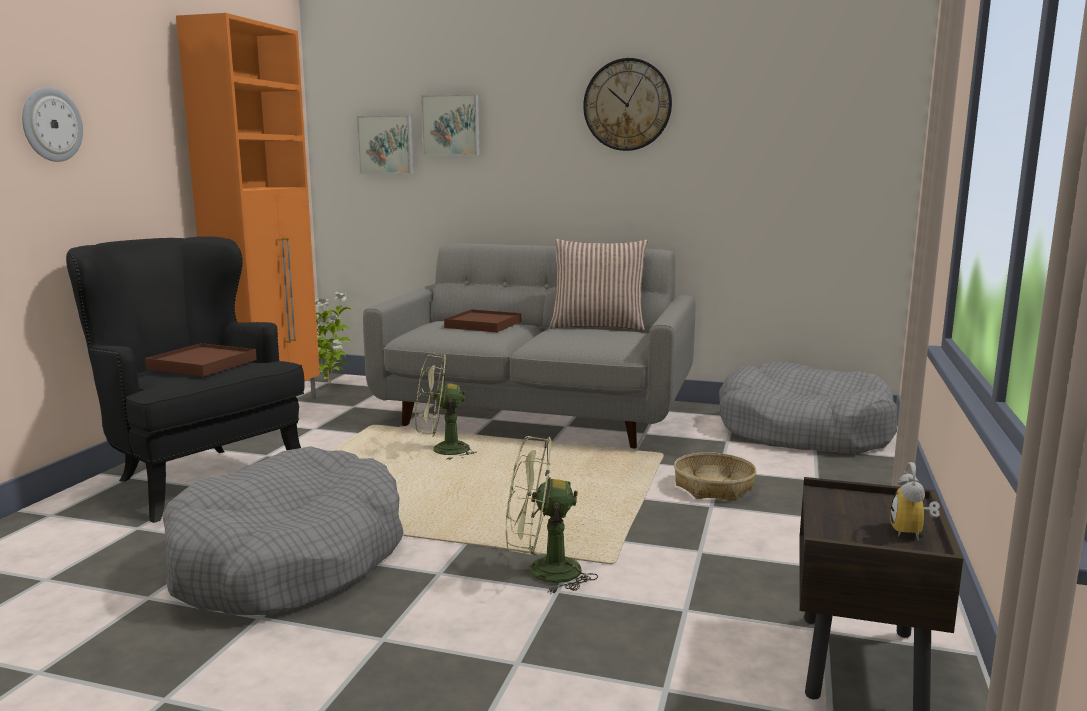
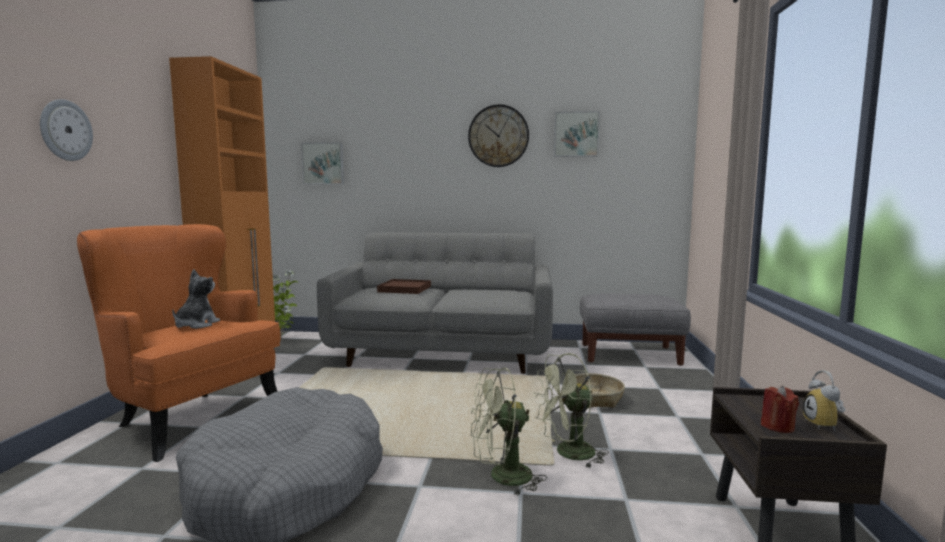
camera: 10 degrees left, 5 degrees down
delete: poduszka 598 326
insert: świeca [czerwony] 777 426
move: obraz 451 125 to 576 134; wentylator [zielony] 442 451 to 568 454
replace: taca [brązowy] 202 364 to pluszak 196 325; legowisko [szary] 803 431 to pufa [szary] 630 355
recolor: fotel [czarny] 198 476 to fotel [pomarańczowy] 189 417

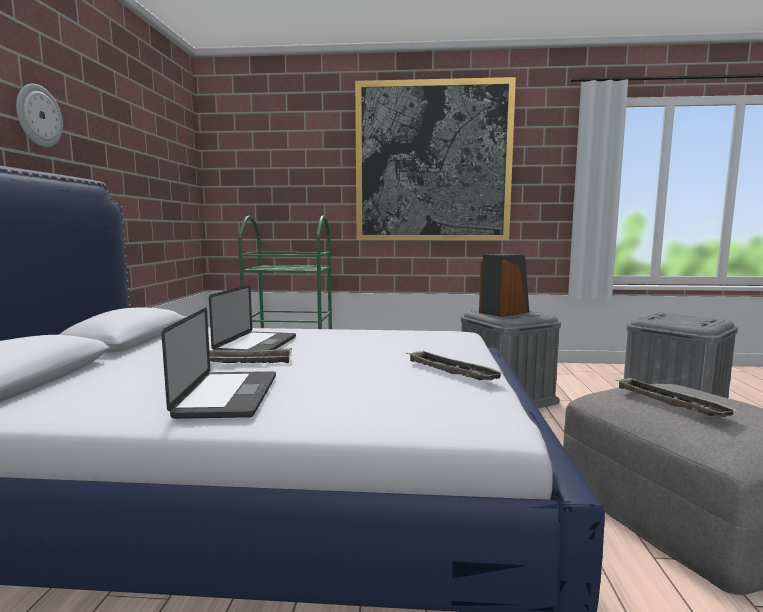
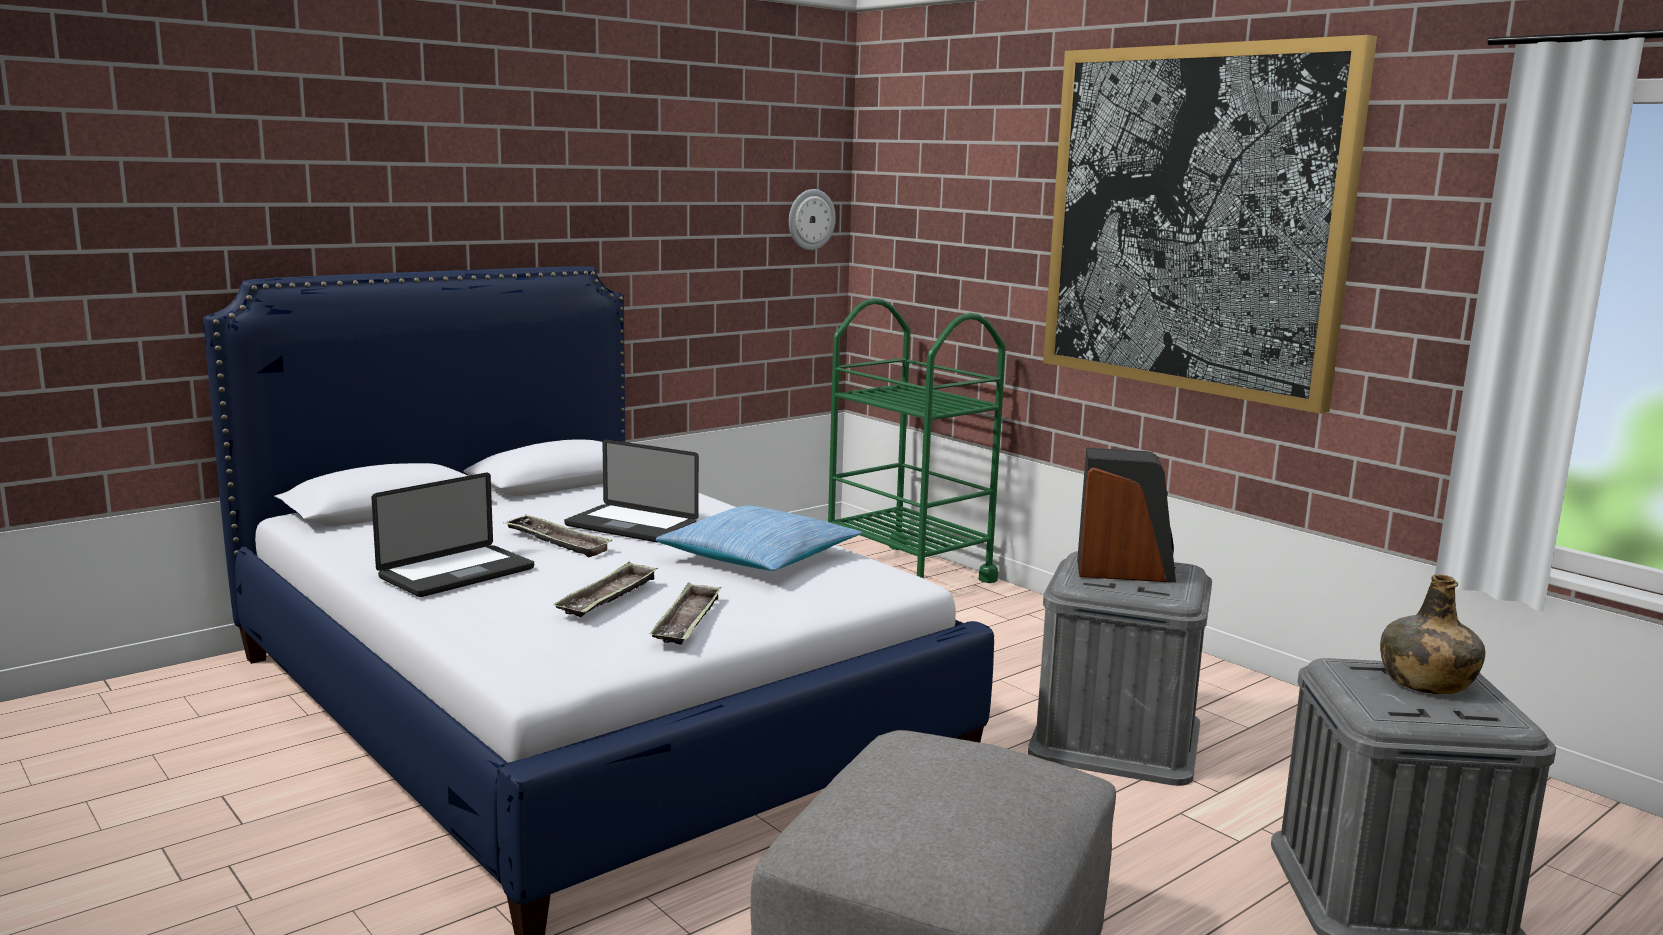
camera: 45 degrees right, 5 degrees up
insert: poduszka 759 557; butelka [zielony] 1425 682
move: zegar ścienny 38 116 to 810 219; taca 669 402 to 608 597
rotate: laptop 257 345 = 631 526 60 degrees clockwise

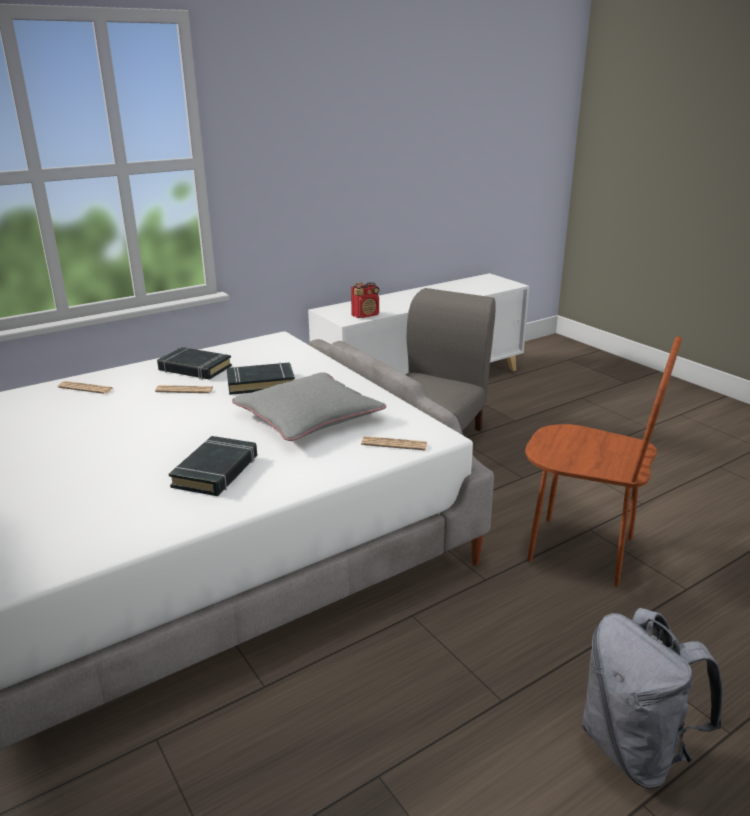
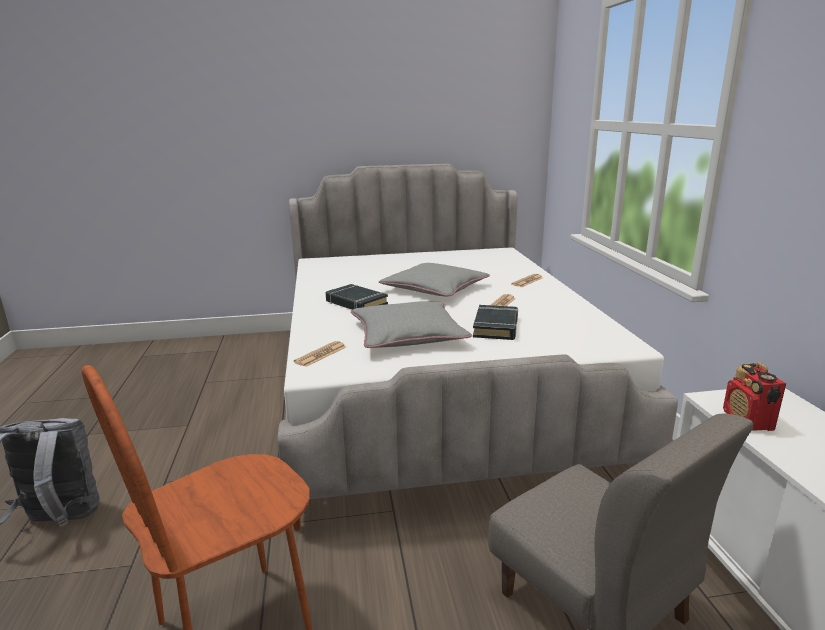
camera: 115 degrees right, 5 degrees down
delete: książka [czarny] 194 368
insert: poduszka [szary] 435 288

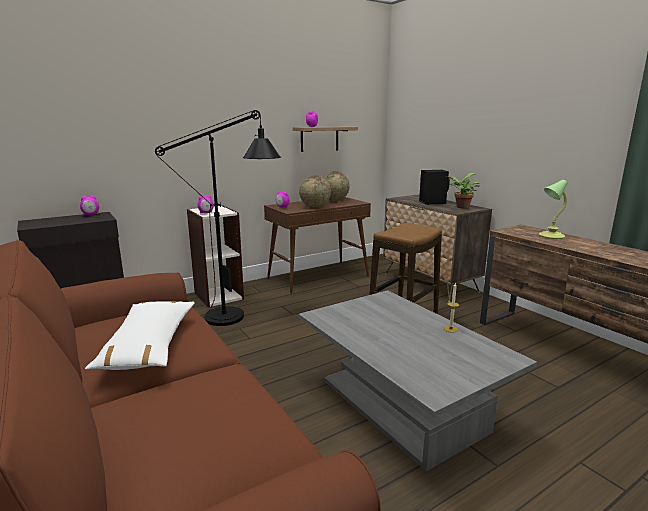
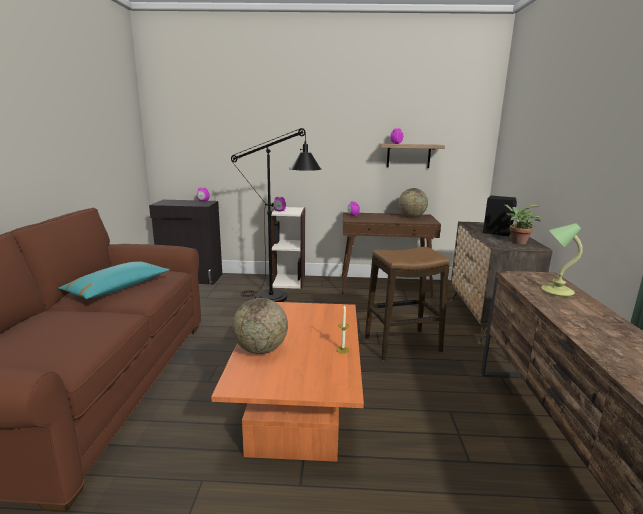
camera: 35 degrees right, 0 degrees up
move: globus 315 207 to 261 350
recolor: ława [szary] 400 404 to ława [pomarańczowy] 298 405; poduszka [biały] 149 345 to poduszka [turkusowy] 118 288

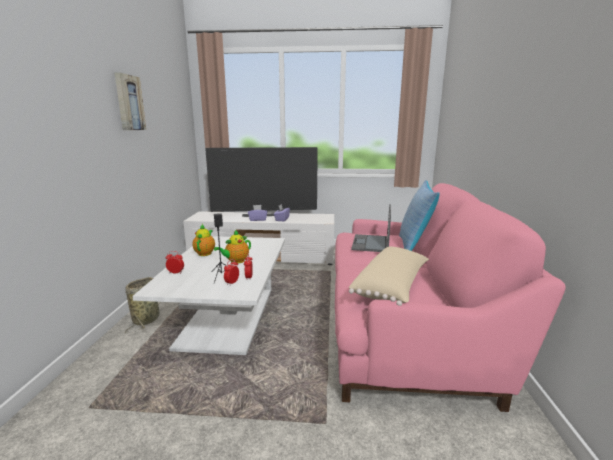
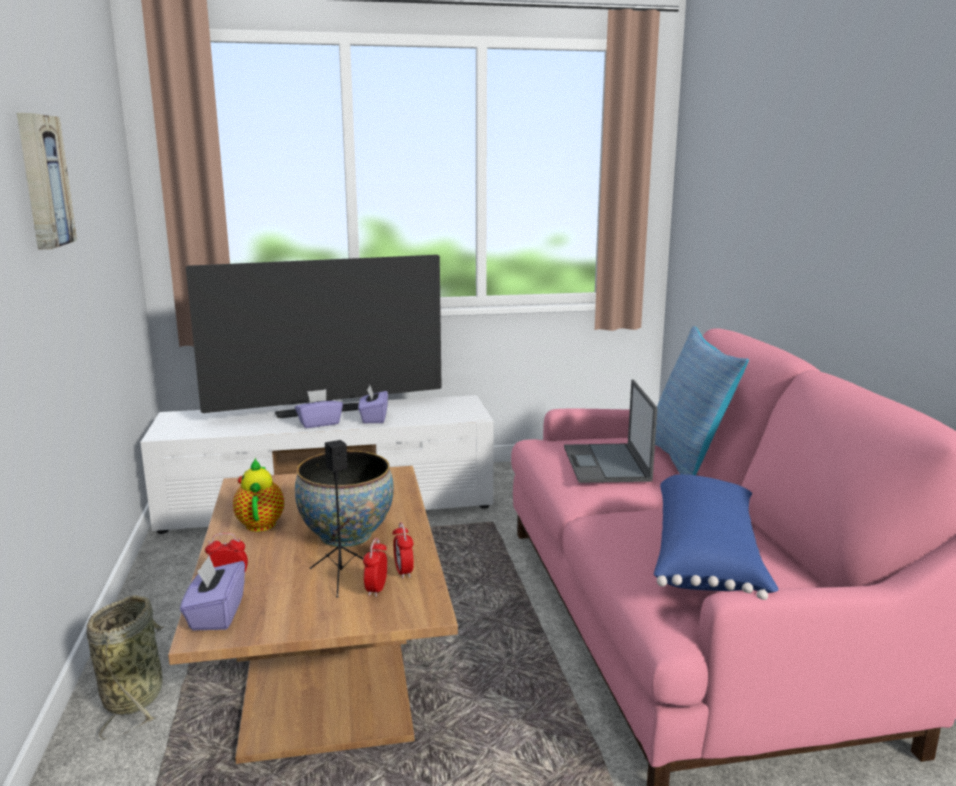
camera: 15 degrees left, 0 degrees up
insert: pudełko chusteczek [fioletowy] 216 614
replace: imbryk 235 261 to miska 346 536
recolor: ława [biały] 228 317 to ława [brązowy] 326 660; poduszka [beżowy] 392 287 to poduszka [niebieski] 707 558

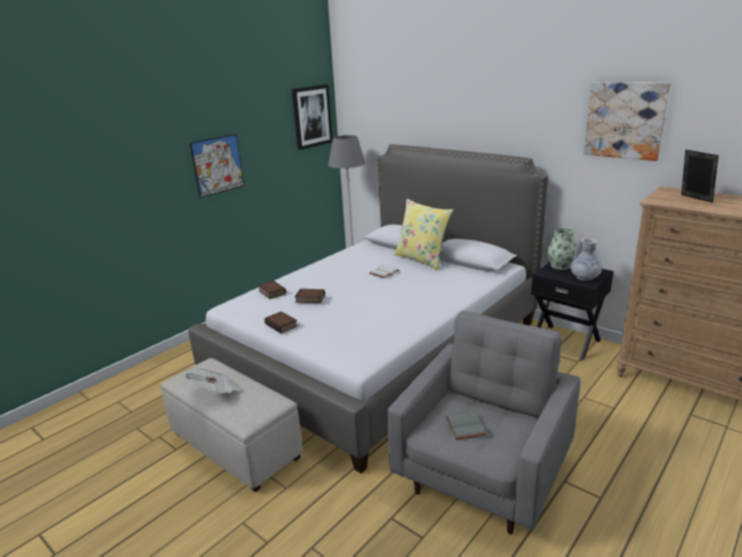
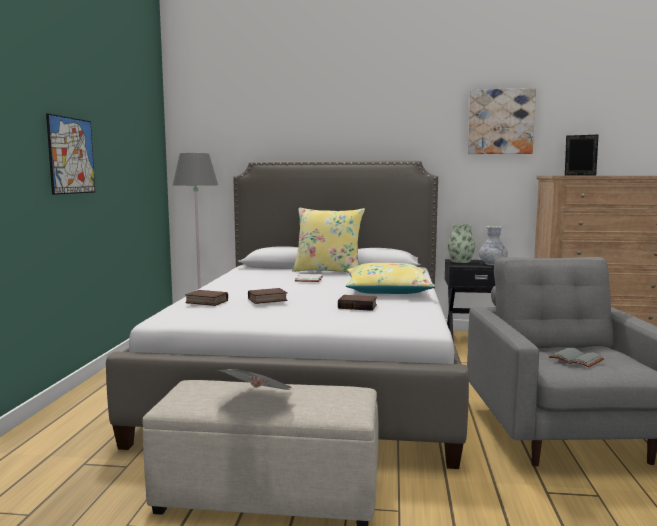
camera: 35 degrees left, 15 degrees down
delete: obraz 312 116
insert: poduszka [żółty] 387 290
move: książka 282 325 to 358 306

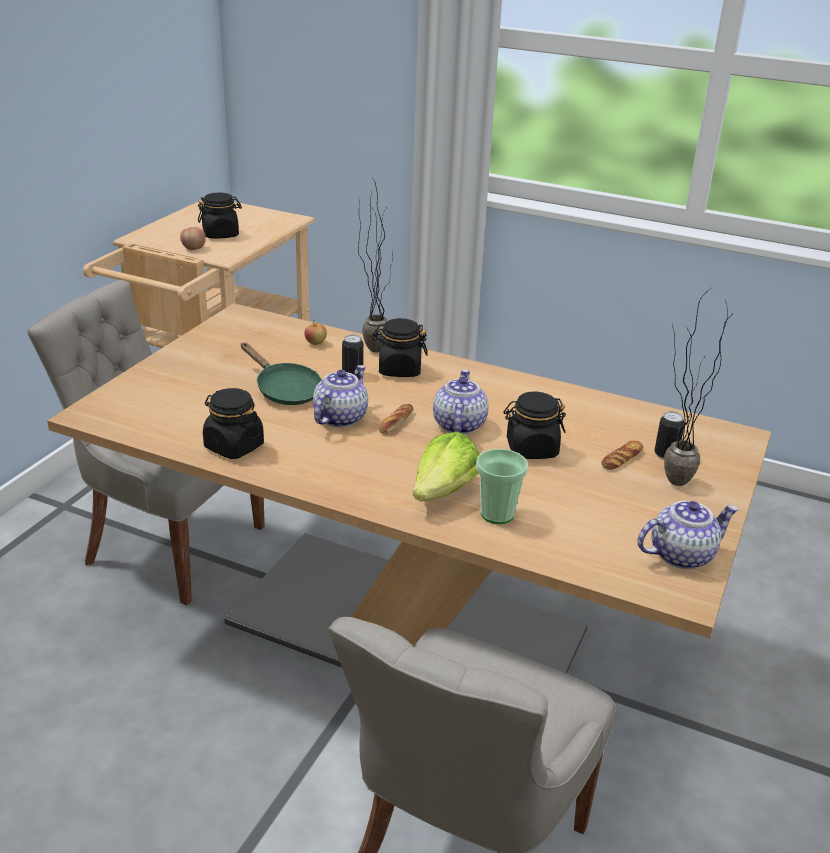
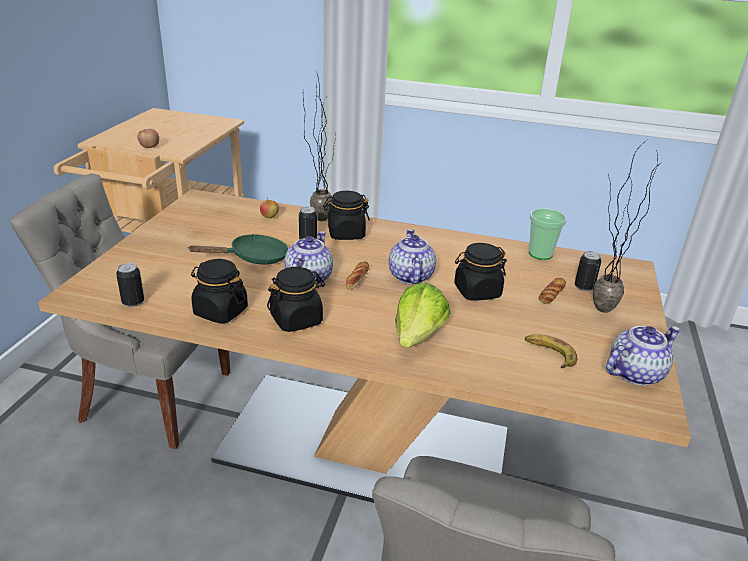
camera: 10 degrees left, 0 degrees up
insert: puszka 133 302; banan 549 354
move: słoik [czarny] 221 234 to 296 319; filiżanka 497 514 to 540 254
rotate: patelnia [zielony] 284 390 = 253 258 60 degrees counterclockwise

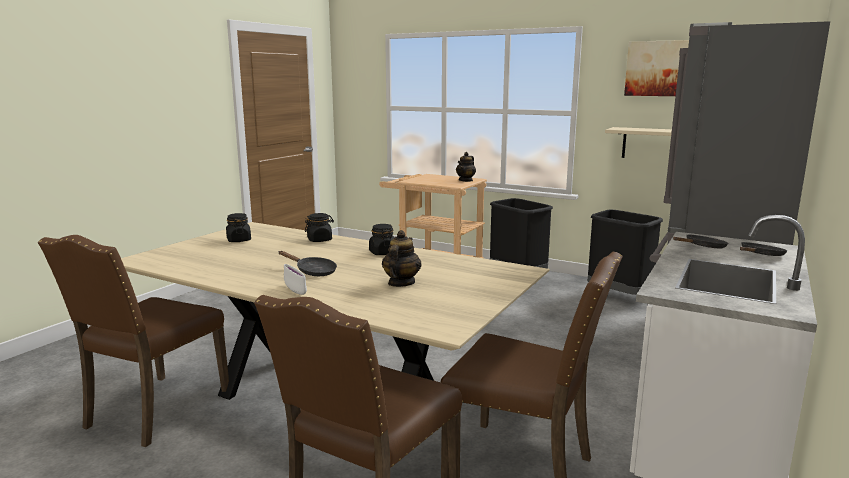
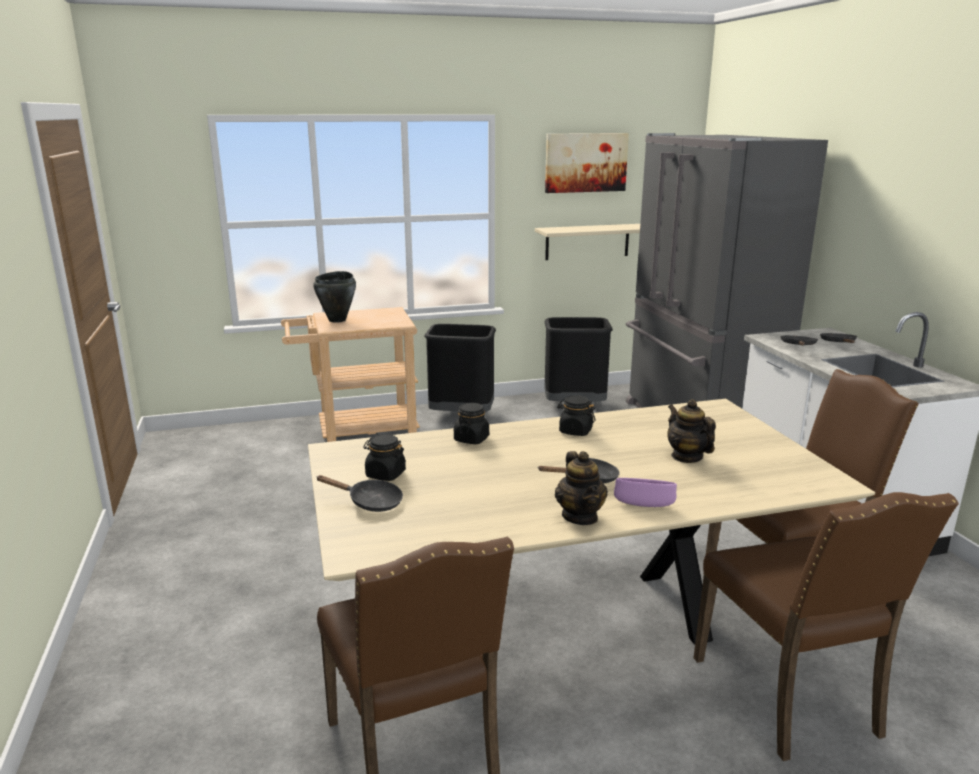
camera: 45 degrees left, 5 degrees up
insert: garnek [czarny] 337 320; patelnia [czarny] 370 502
move: imbryk 466 180 to 580 516
recolor: miska [biały] 295 291 to miska [fioletowy] 644 505

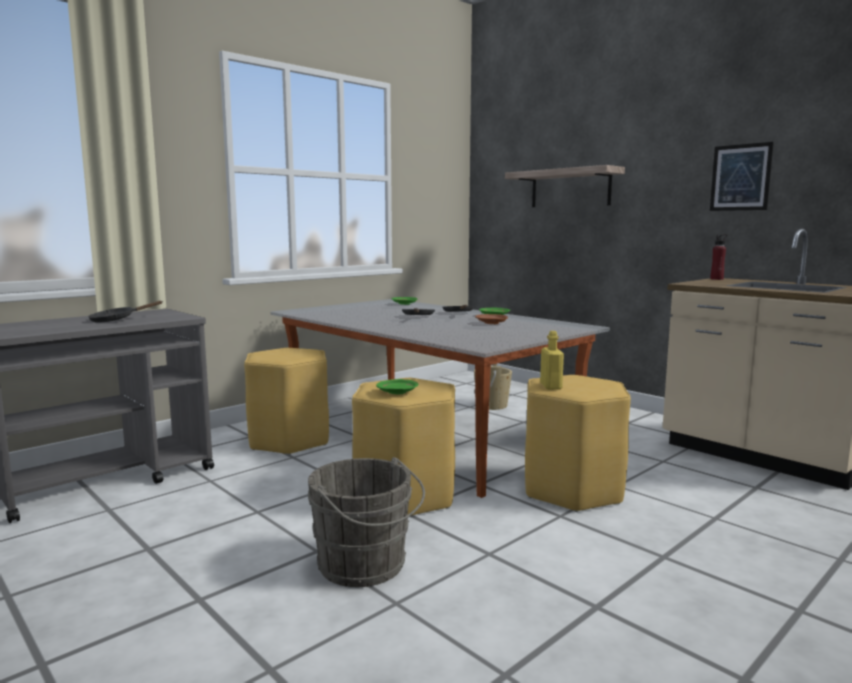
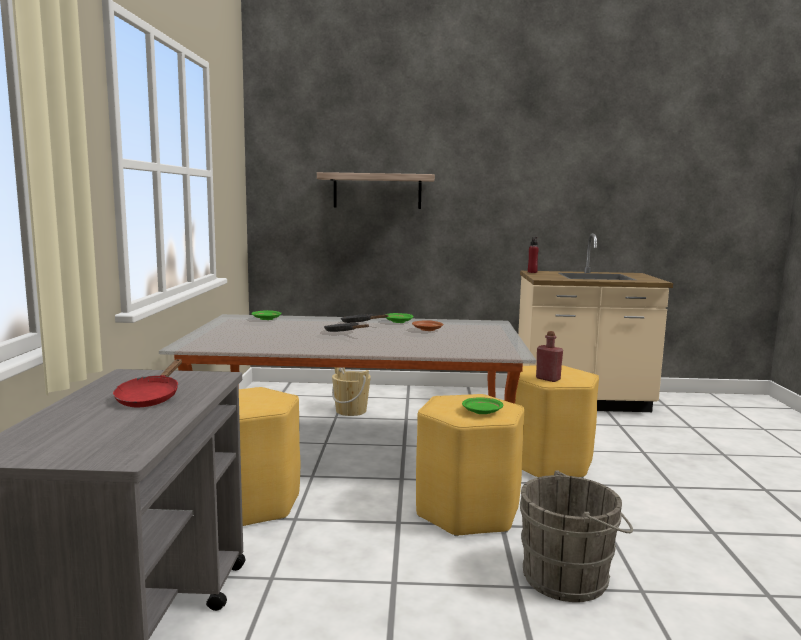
camera: 45 degrees left, 0 degrees up
delete: obraz 740 177
recolor: patelnia [czarny] 117 320 to patelnia [czerwony] 150 398; butelka [żółty] 551 386 to butelka [czerwony] 548 379

